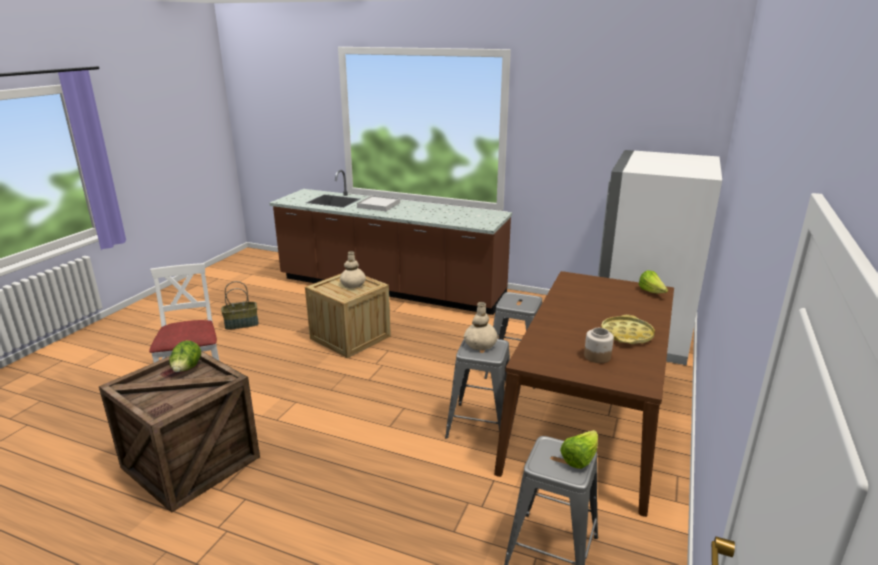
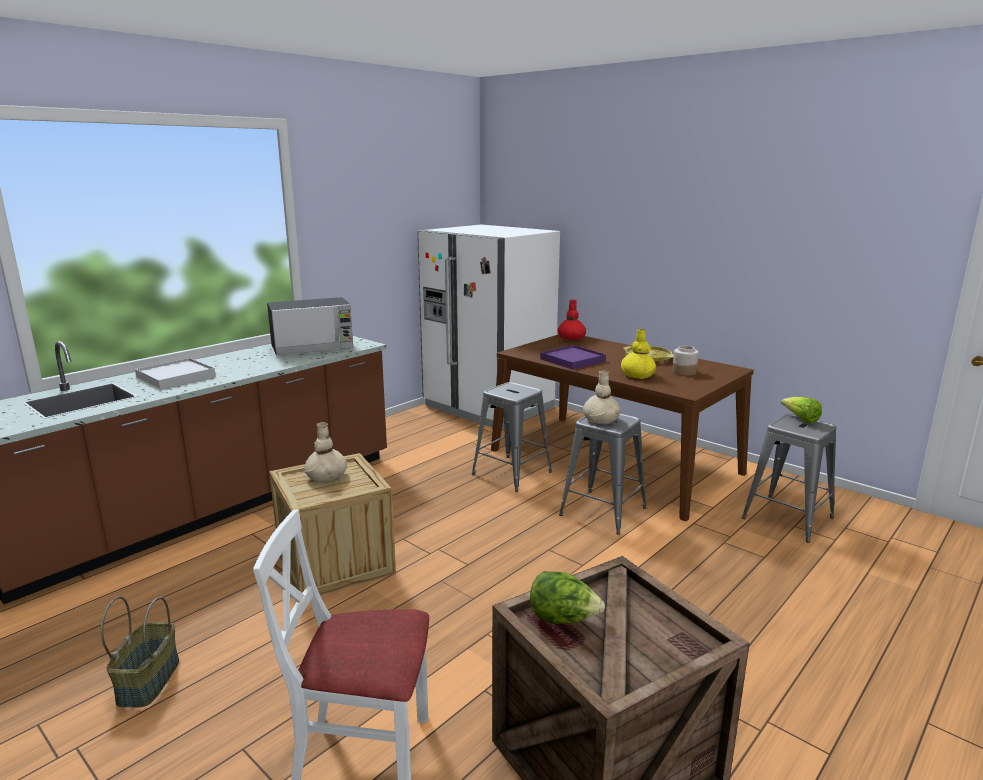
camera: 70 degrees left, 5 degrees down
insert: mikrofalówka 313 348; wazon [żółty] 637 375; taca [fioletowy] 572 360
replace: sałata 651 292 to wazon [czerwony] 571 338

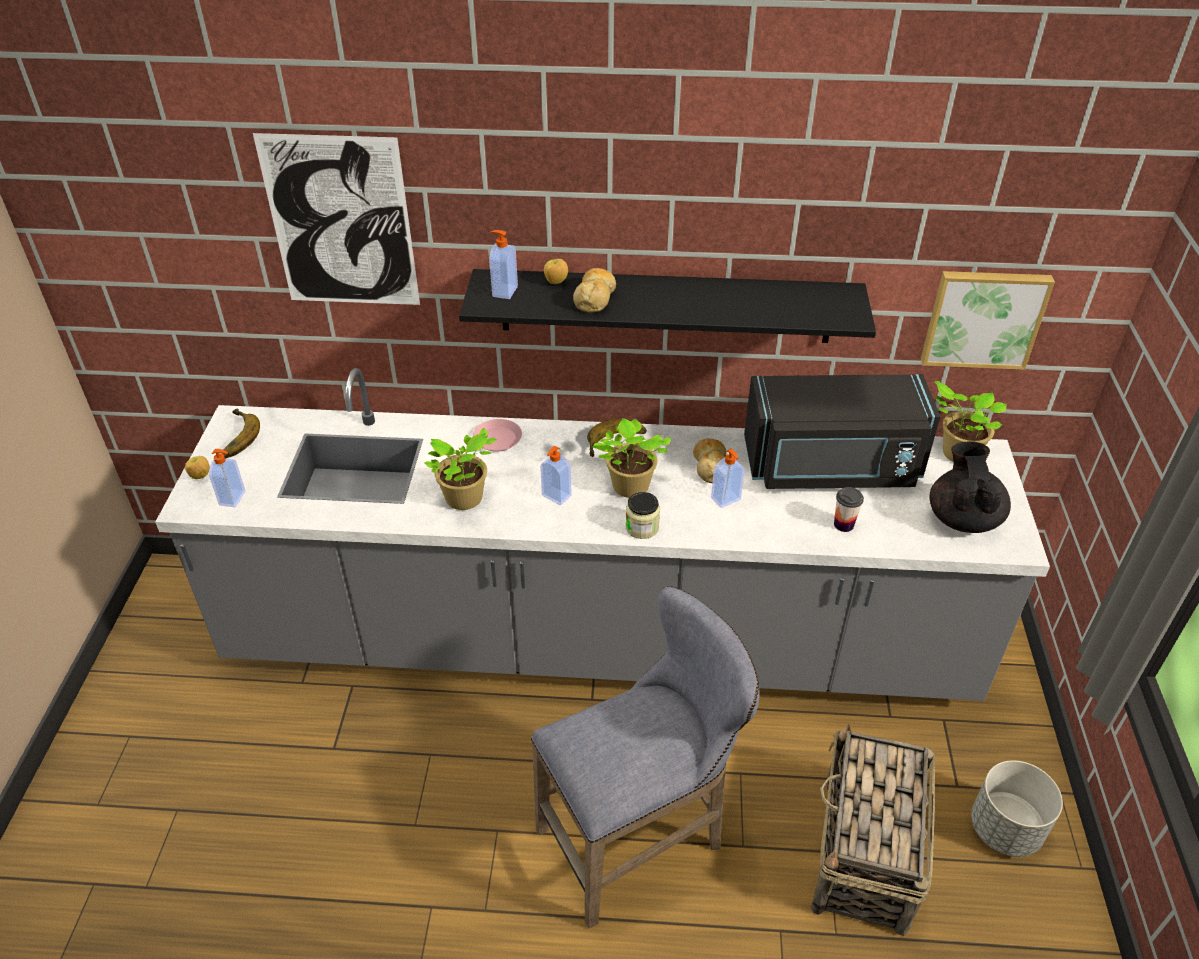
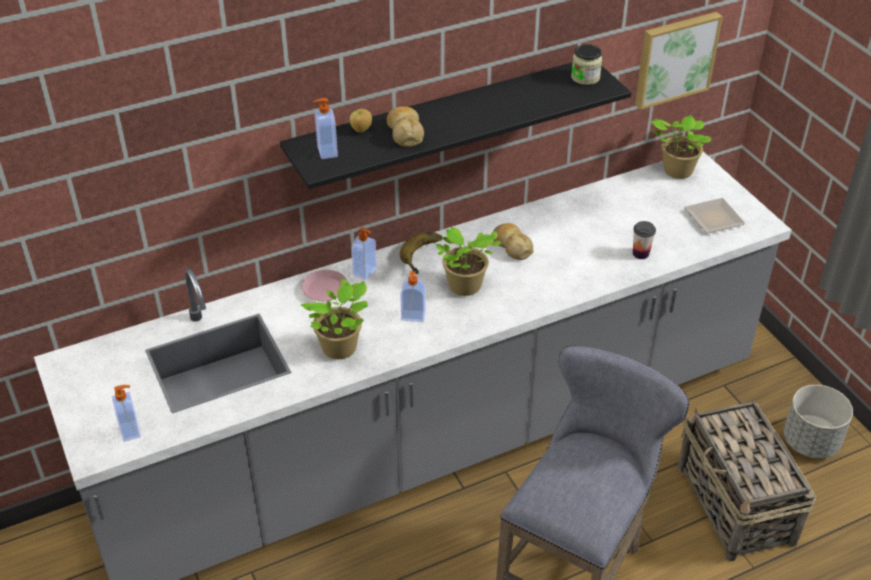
camera: 30 degrees left, 0 degrees up
delete: obraz 341 223; mikrofalówka [czarny] 832 467; banan 234 438; jabłko 200 476
move: dozownik mydła 726 499 to 365 272; słoik 642 527 to 585 77
replace: imbryk [czarny] 963 517 to talerz 714 217

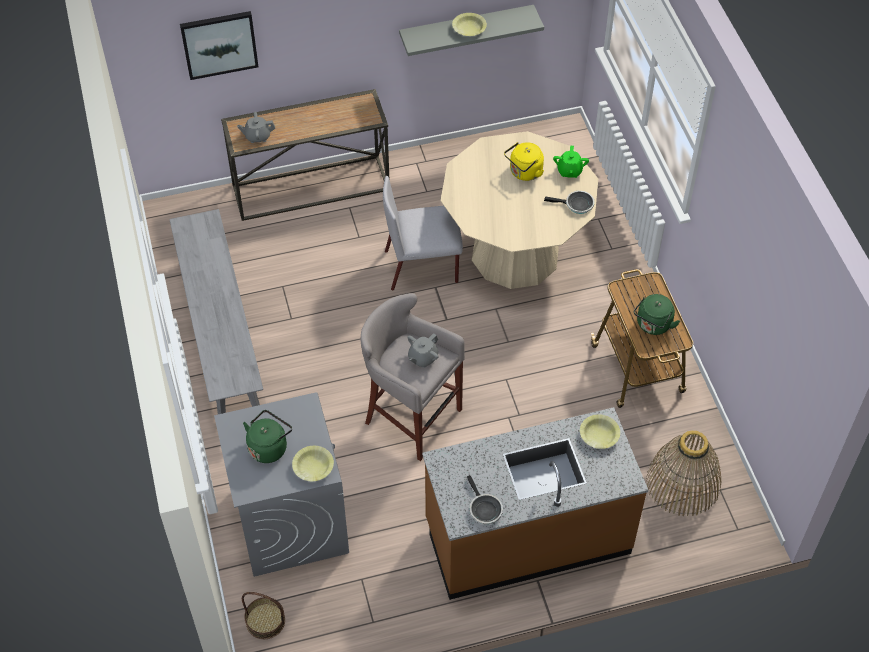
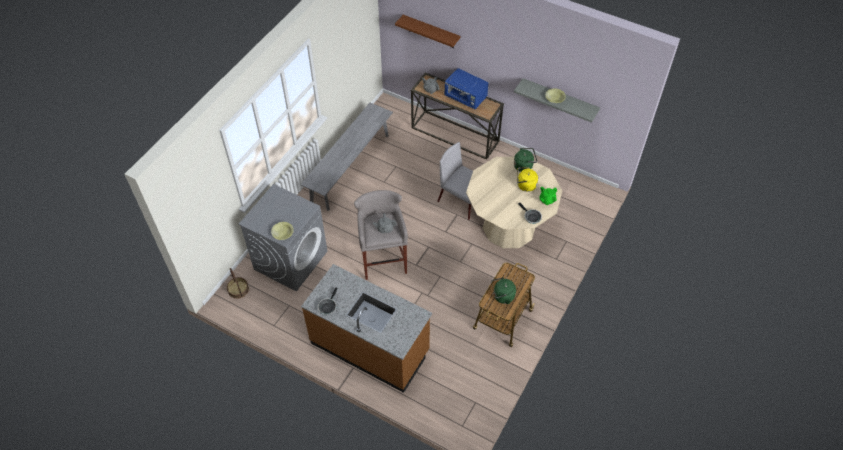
camera: 45 degrees right, 0 degrees up
delete: miska [żółty] 599 435; koszyk 683 483
insert: mikrofalówka [niebieski] 465 98
move: czajnik [zielony] 269 447 to 524 165
replace: obraz 219 44 to półka [brązowy] 431 32

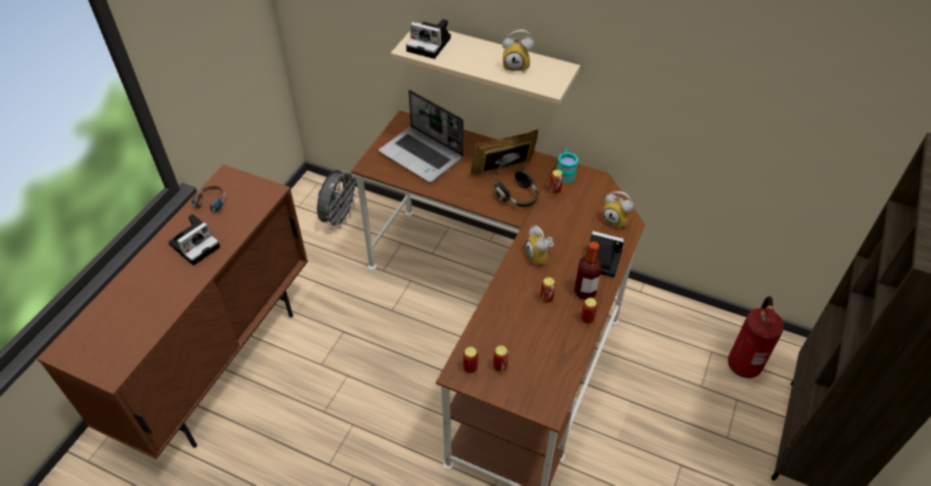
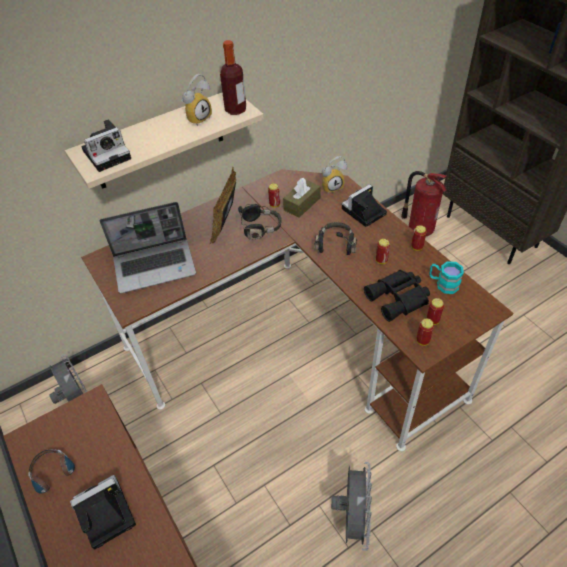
camera: 55 degrees left, 0 degrees up
insert: pudełko chusteczek [brązowy] 302 204; lornetka [czarny] 399 299; wentylator [szary] 353 517
move: kubek [turkusowy] 565 172 to 443 284; butelka 585 292 to 235 110
replace: budzik 540 257 to słuchawki [czarny] 335 244
rotate: aparat fotograficzny 196 244 = 103 515 105 degrees counterclockwise

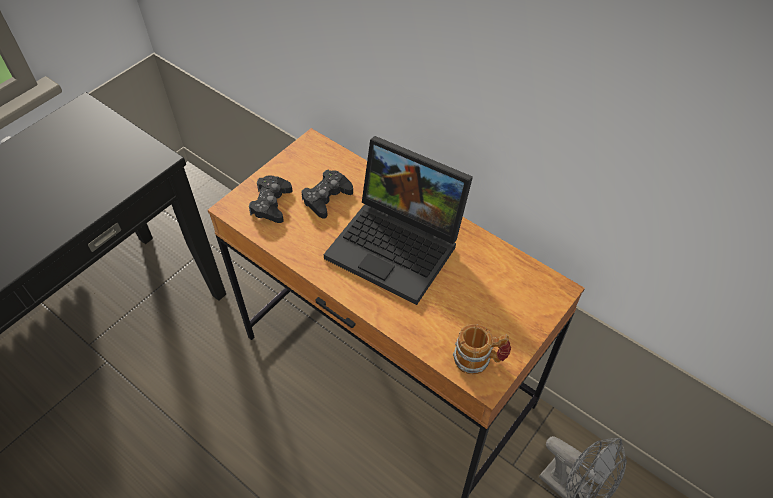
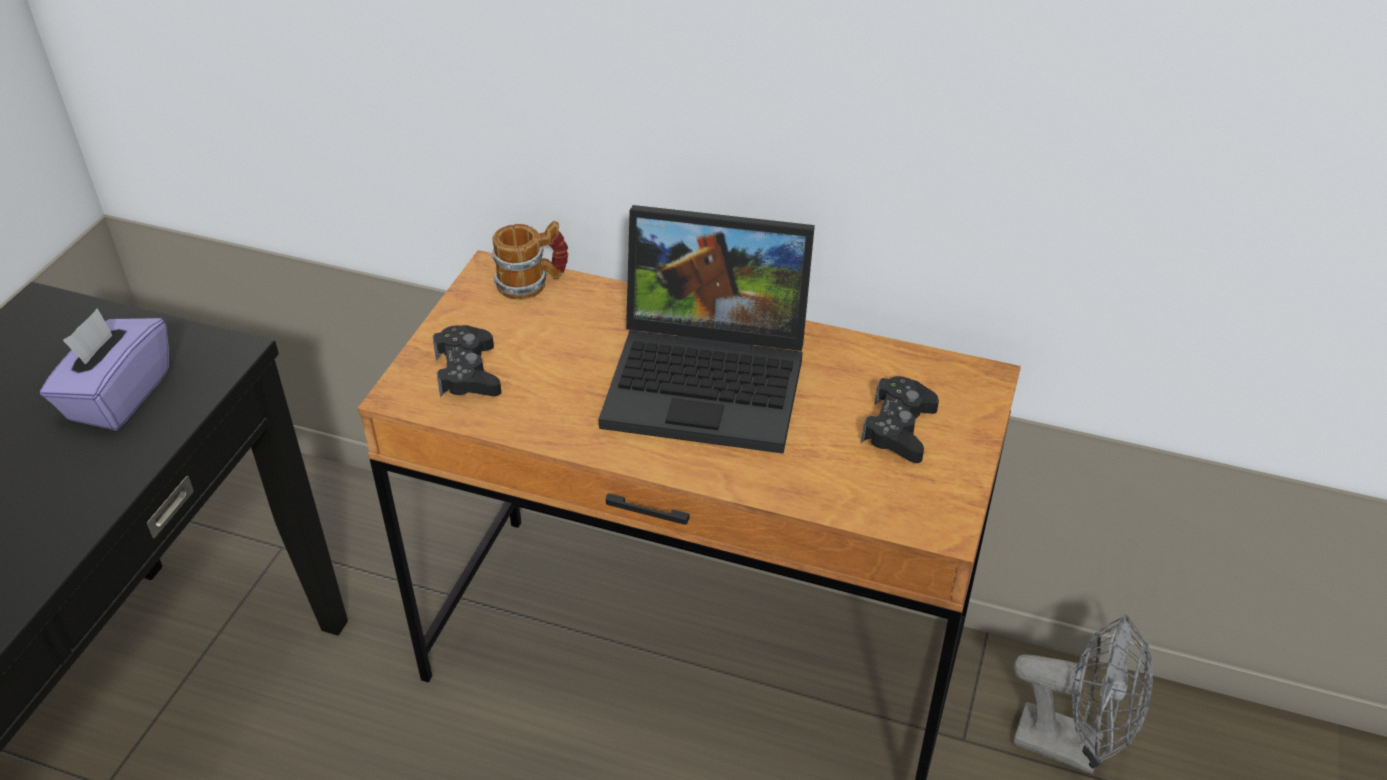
camera: 20 degrees left, 10 degrees down
insert: pudełko chusteczek [fioletowy] 118 396
move: pad do gier [czarny] 327 198 to 899 428; kubek 479 360 to 532 283

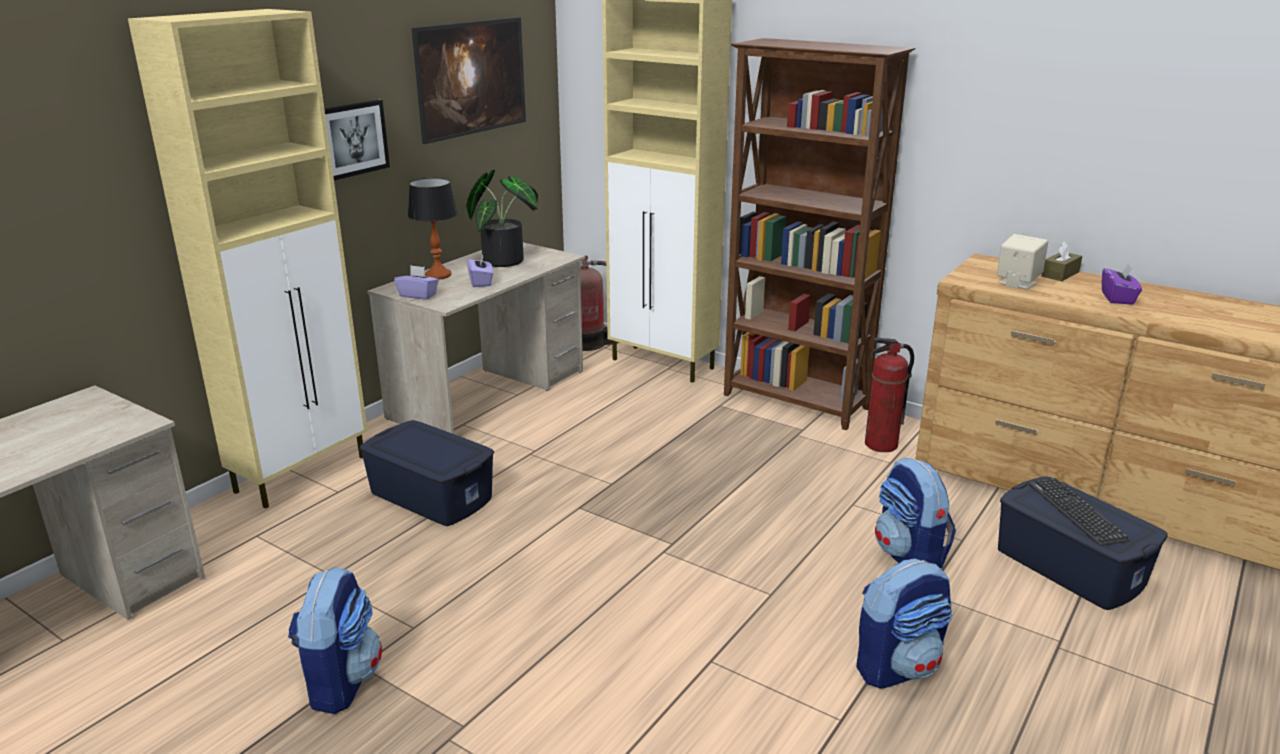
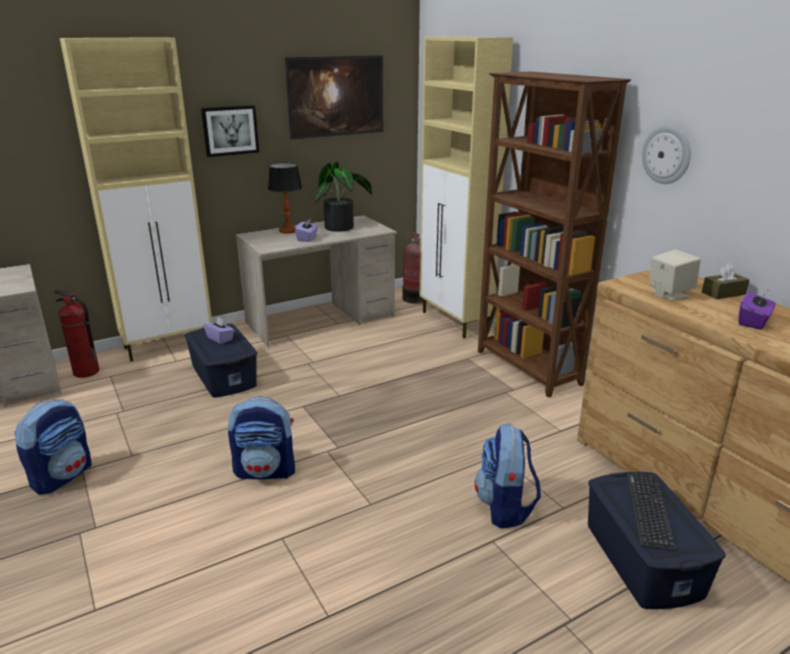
camera: 25 degrees right, 0 degrees up
insert: zegar ścienny 666 155
move: pudełko chusteczek [fioletowy] 418 295 to 220 339; gaśnica 881 444 to 86 372; plecak 898 666 to 266 471

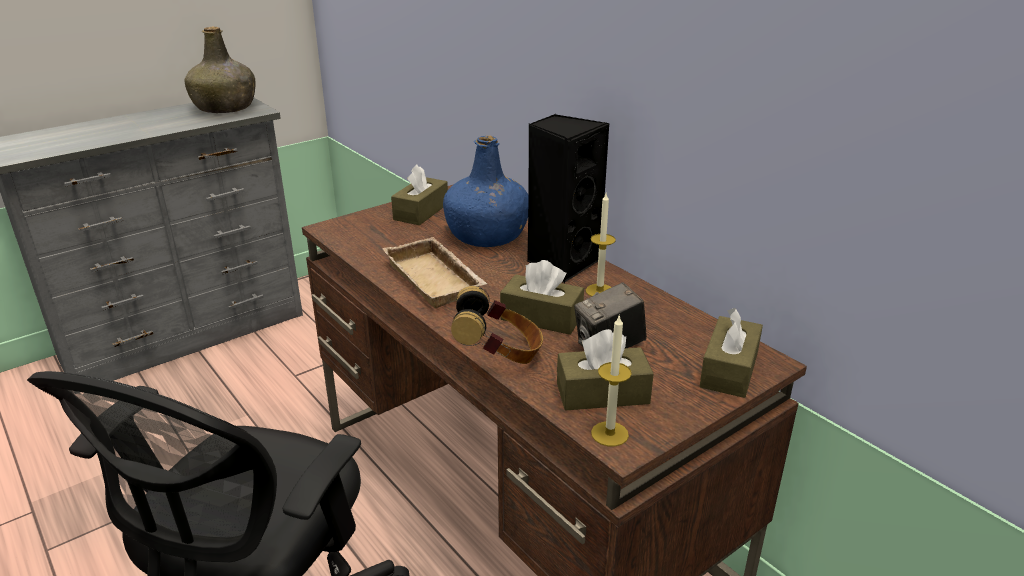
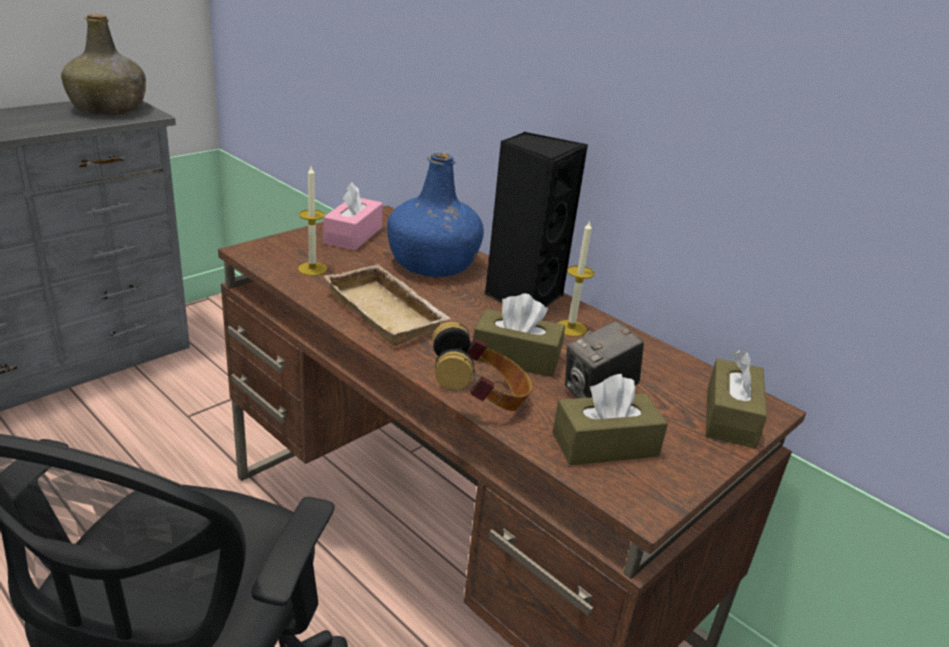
camera: 10 degrees left, 0 degrees up
move: świeca 609 434 to 312 269
recolor: pudełko chusteczek [brązowy] 421 212 to pudełko chusteczek [różowy] 353 235

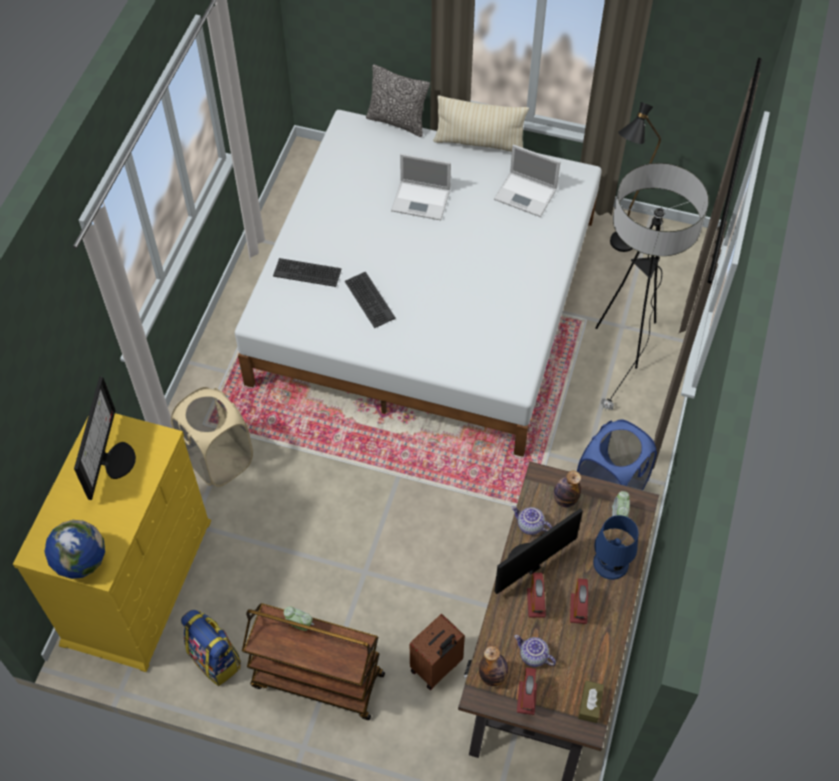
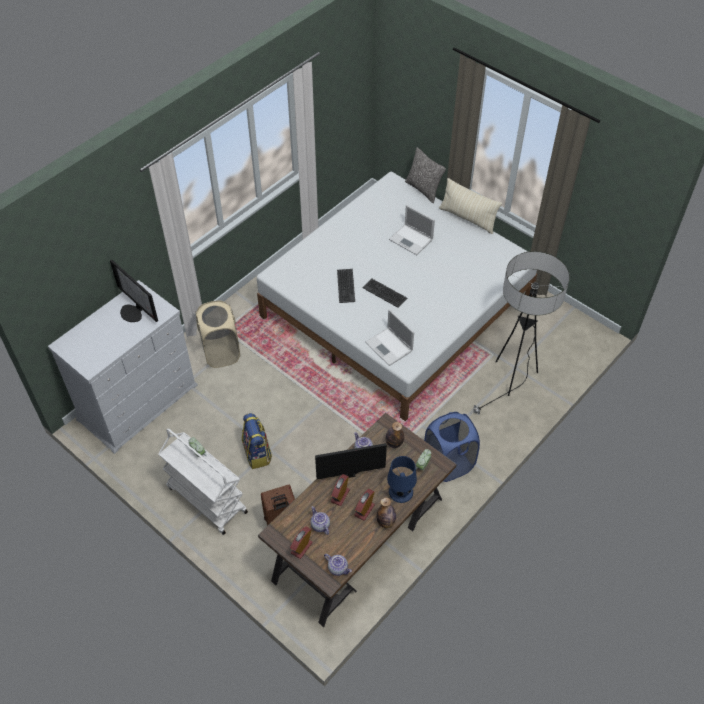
camera: 25 degrees right, 5 degrees down
delete: lampa stojąca [czarny] 617 248; globus 81 561
move: laptop 526 194 to 389 347; klawiatura 307 272 to 385 293; plecak 215 659 to 257 453; butelka 493 676 to 386 522
replace: pudełko chusteczek [brązowy] 590 704 to imbryk 338 568
recolor: komoda [żółty] 138 581 to komoda [biały] 138 402; wózek [brązowy] 316 681 to wózek [biały] 206 499
rotate: monitor 115 459 = 133 312 105 degrees clockwise

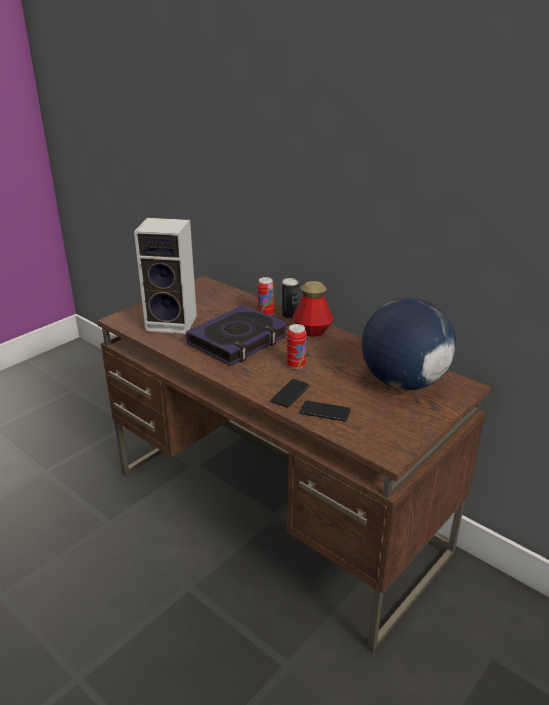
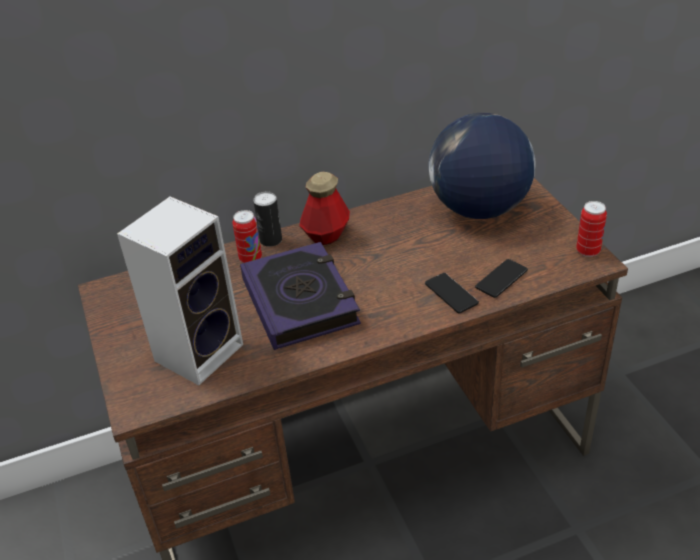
camera: 60 degrees left, 10 degrees up
move: puszka 296 365 to 588 251

